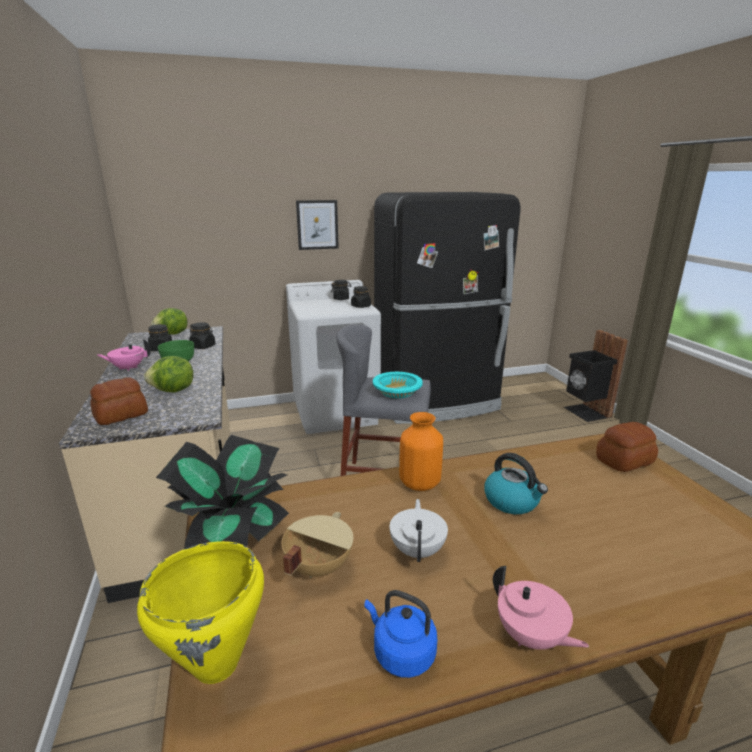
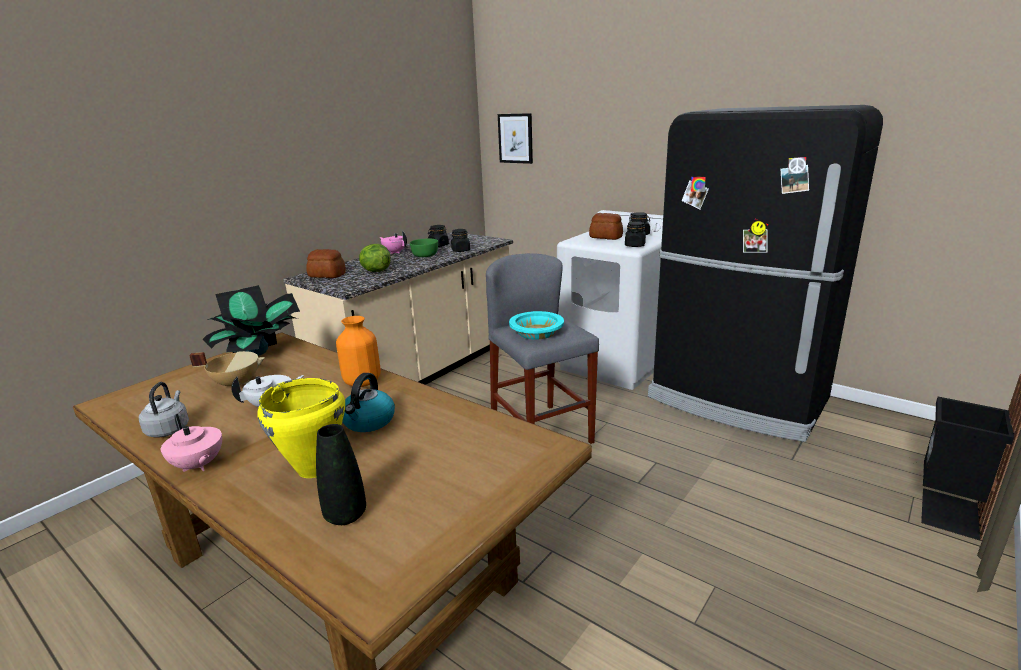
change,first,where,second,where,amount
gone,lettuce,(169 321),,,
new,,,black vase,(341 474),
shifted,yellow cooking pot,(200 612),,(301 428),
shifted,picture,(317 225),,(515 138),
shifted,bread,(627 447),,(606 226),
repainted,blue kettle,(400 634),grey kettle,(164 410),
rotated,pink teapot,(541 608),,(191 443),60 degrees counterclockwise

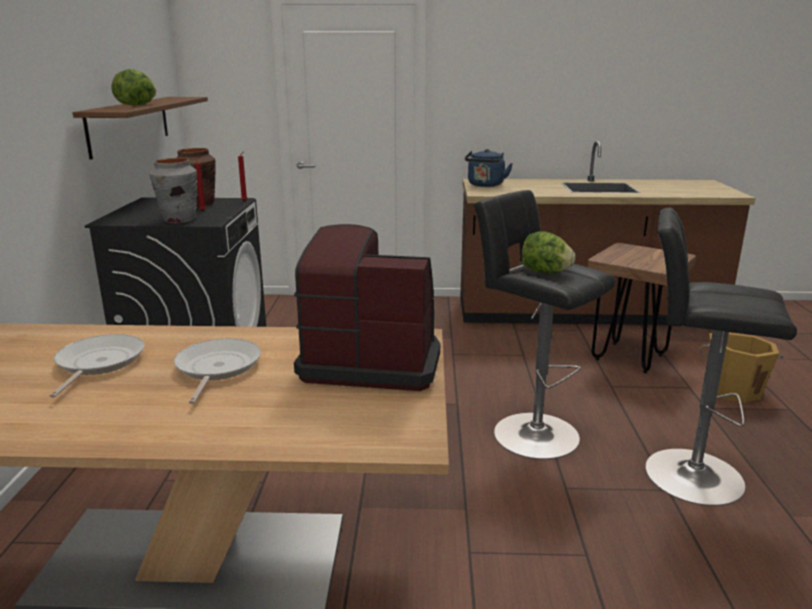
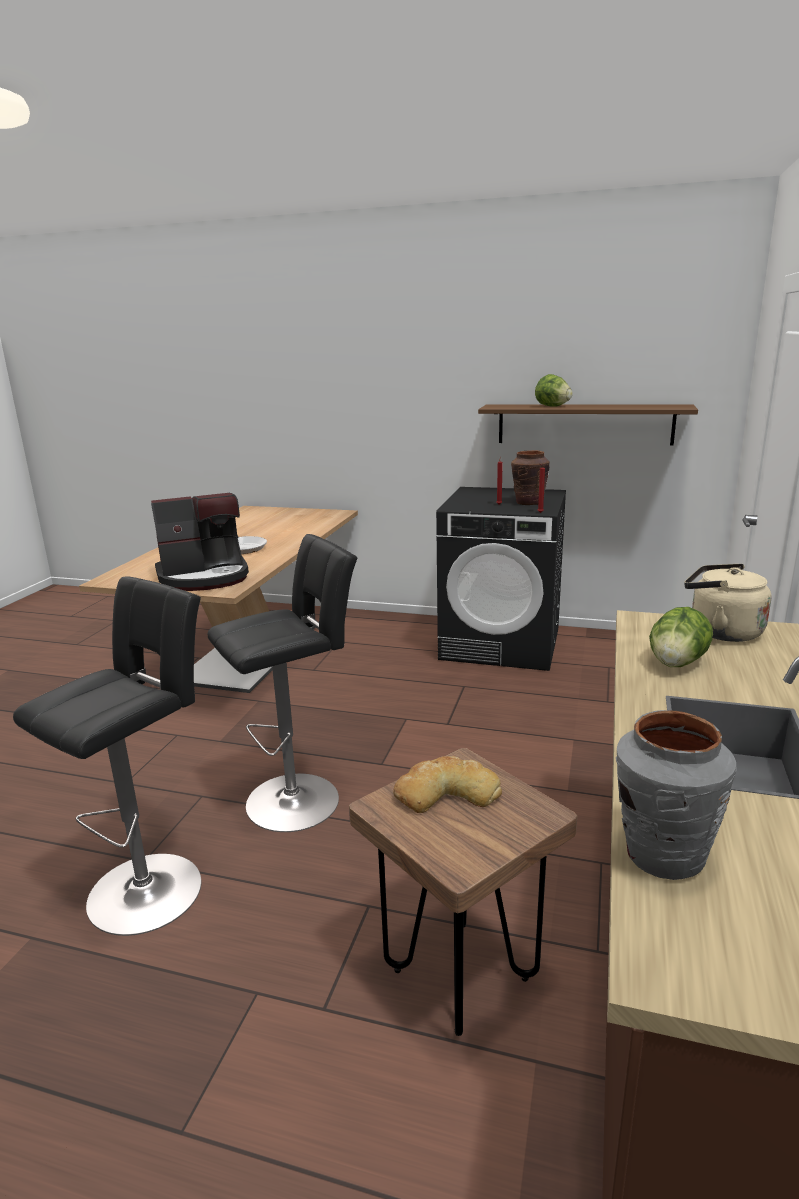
change,first,where,second,where,amount
gone,frying pan,(97 366),,,
gone,orange bucket,(741 368),,,
new,,,bread,(447 784),
shifted,grey vase,(173 190),,(676 795),
shifted,lettuce,(548 252),,(681 637),
repainted,blue kettle,(489 168),beige kettle,(727 603),
rotated,coffee machine,(367 307),,(200 542),45 degrees clockwise

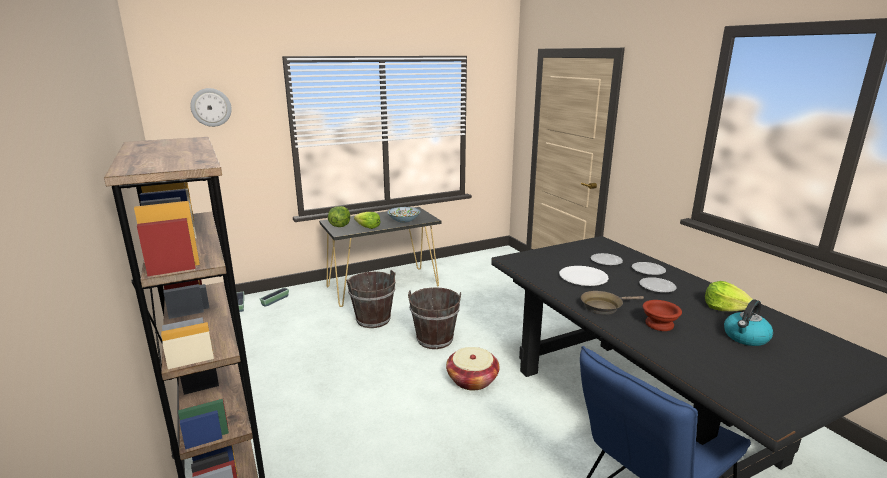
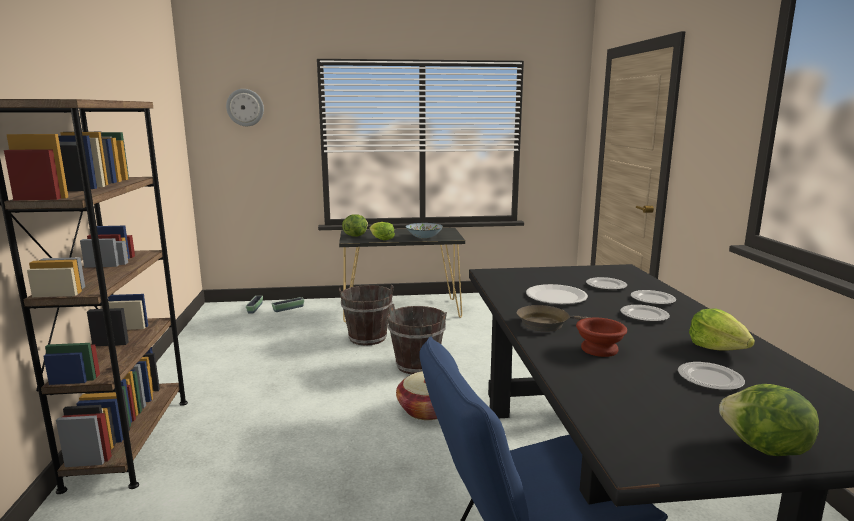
change,first,where,second,where,amount
new,,,lettuce,(769 420),
swapped,kettle,(748 322),plate,(711 376),

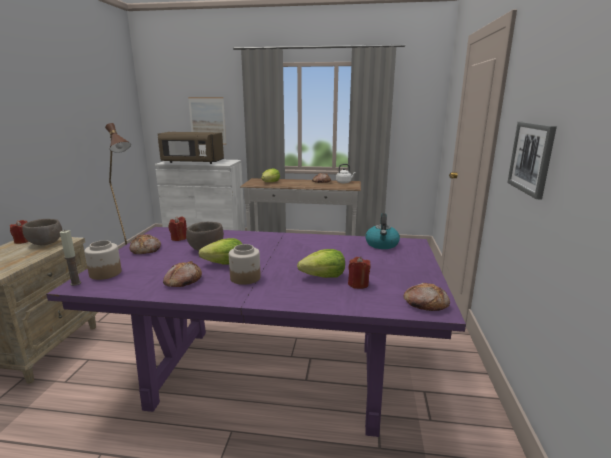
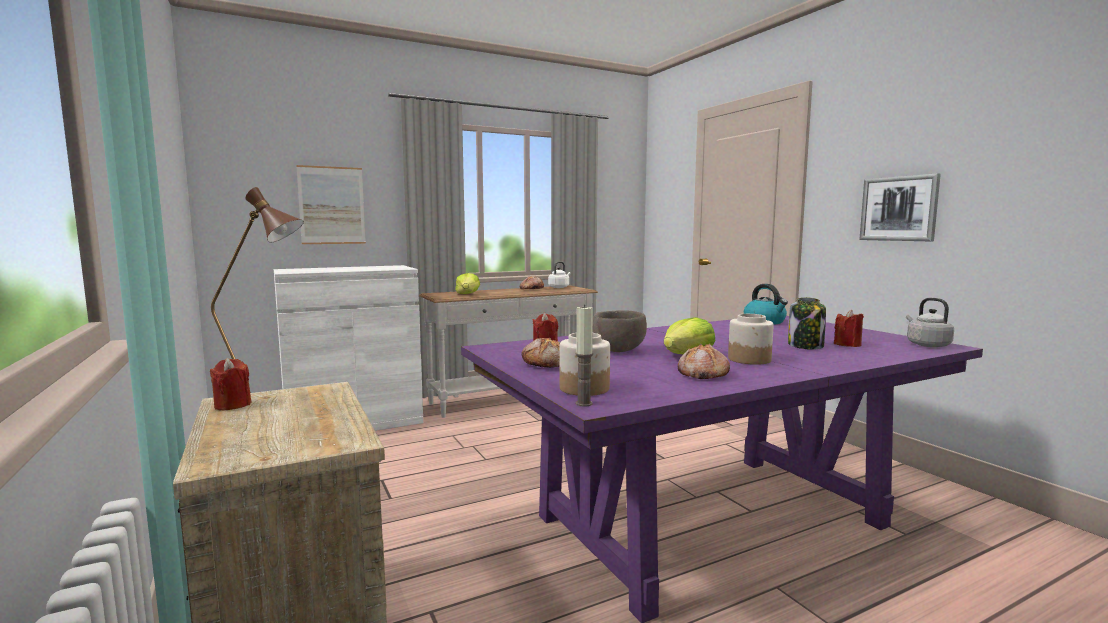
change,first,where,second,where,amount
gone,brown bowl,(42 232),,,
gone,brown microwave,(191 148),,,
swapped,lettuce,(321 263),jar,(807 323),
swapped,bread,(426 297),grey kettle,(930 322),

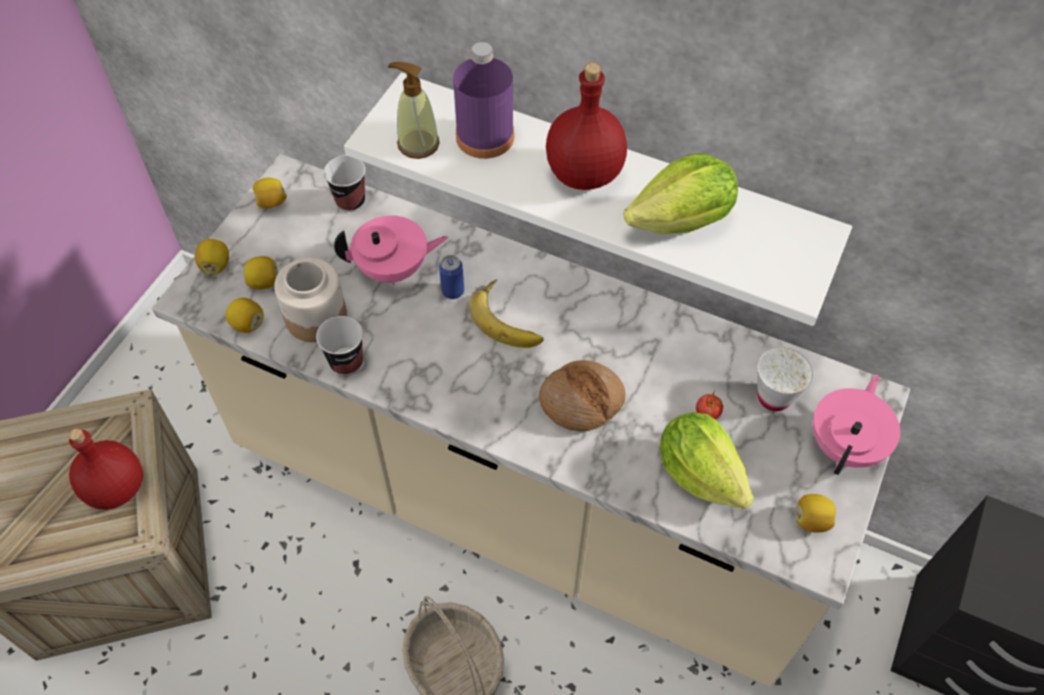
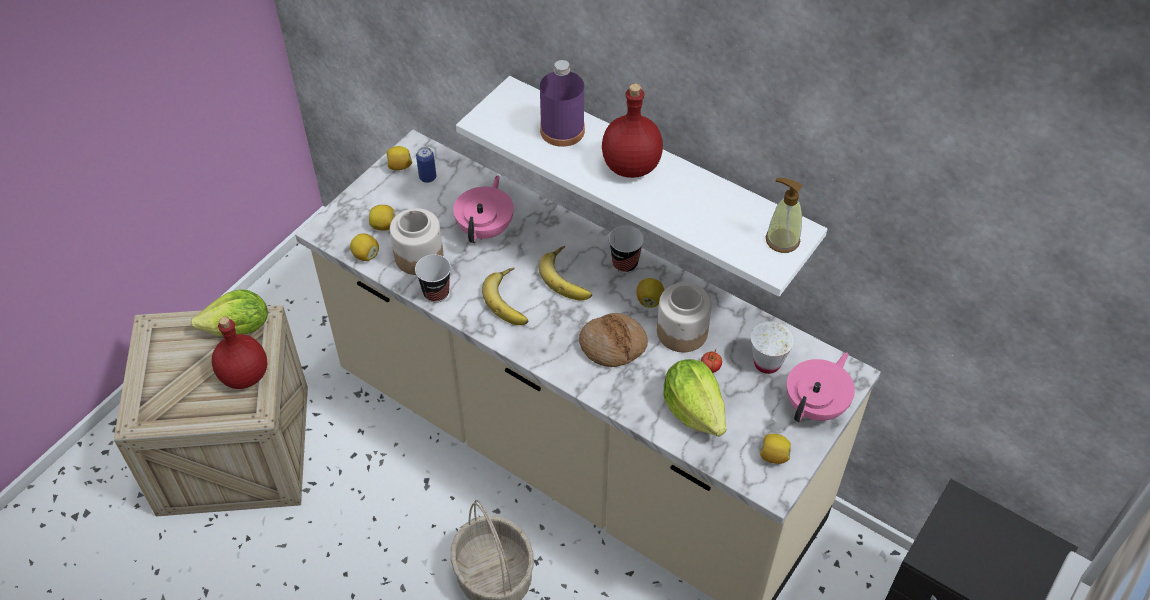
change,first,where,second,where,amount
new,,,banana,(505 296),
new,,,jar,(684 317),
shifted,lemon,(212 256),,(650 293),
shifted,cup,(344 184),,(626 249),
shifted,soap dispenser,(414 110),,(784 215),
shifted,can,(451 277),,(426 165),
shifted,lettuce,(681 193),,(229 312),
rotated,pink teapot,(391 250),,(483 209),75 degrees counterclockwise

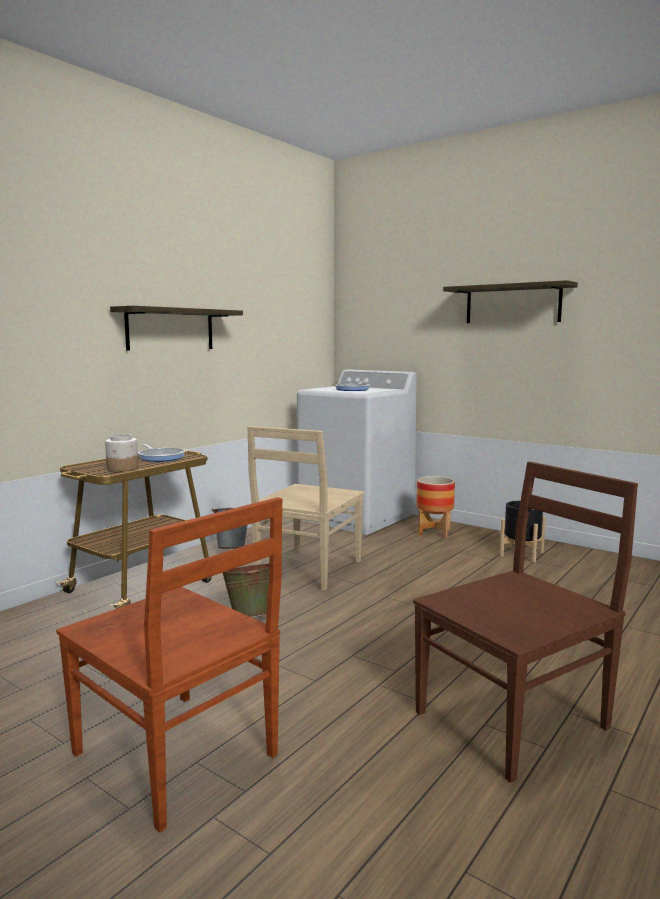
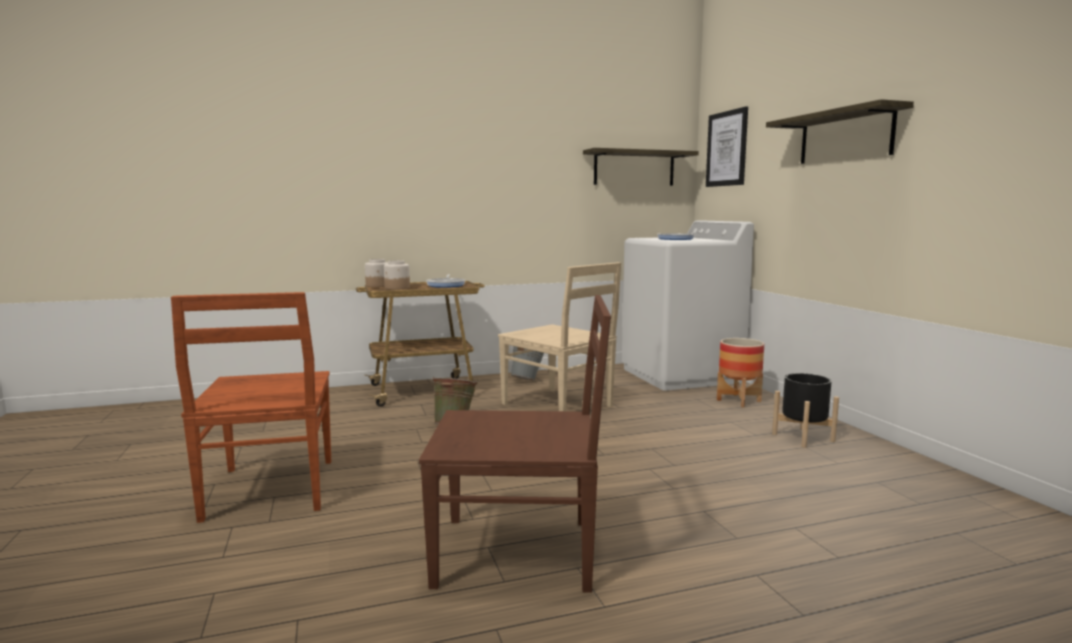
change,first,where,second,where,amount
new,,,jar,(376 273),
new,,,picture,(727 147),
shifted,shelf,(176 328),,(641 167),
rotated,beige chair,(305 508),,(559 336),105 degrees counterclockwise

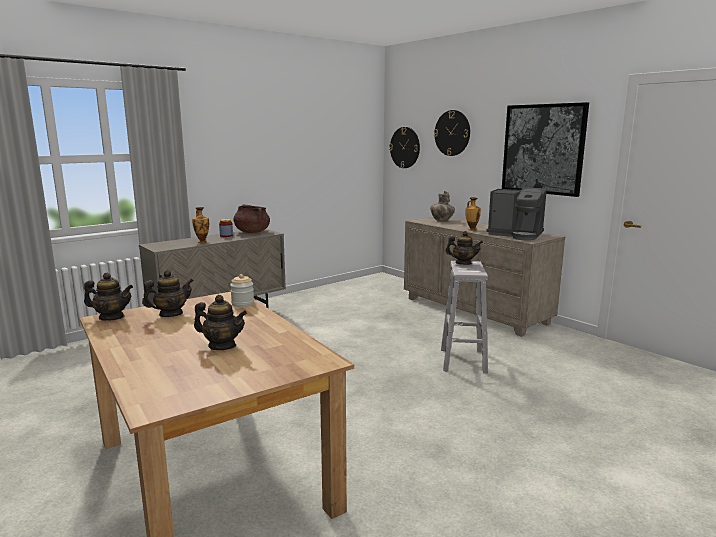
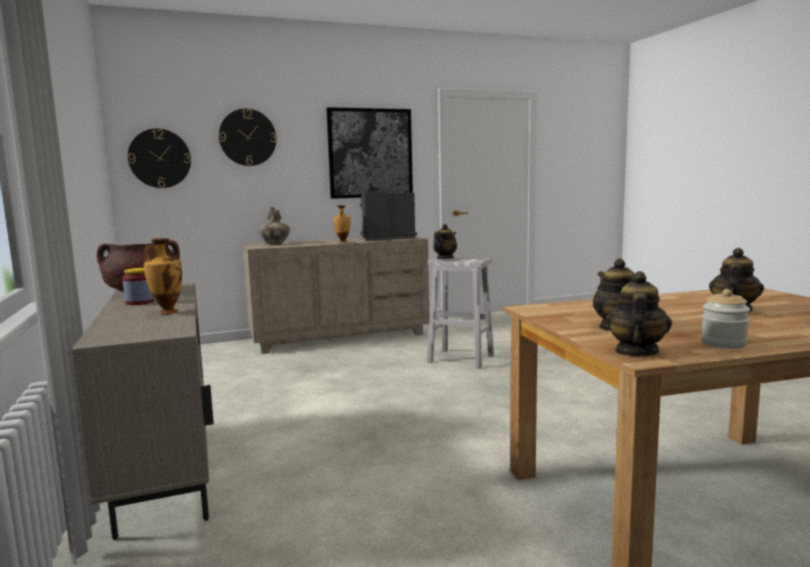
change,first,where,second,where,amount
shifted,jar,(242 290),,(725 319),
rotated,coffee machine,(516 213),,(388 216),150 degrees counterclockwise

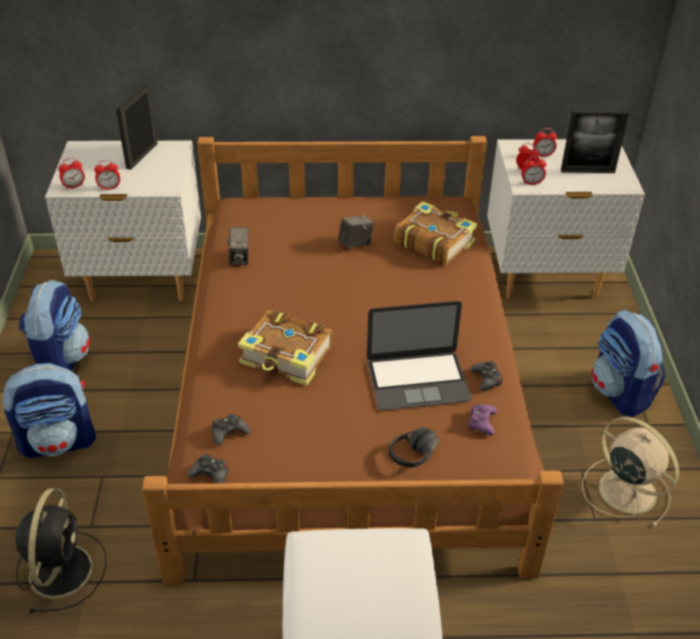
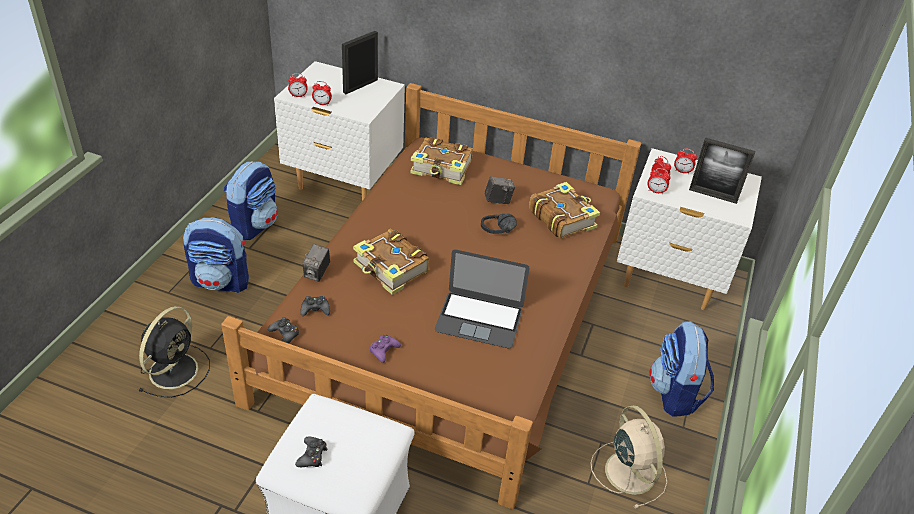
change,first,where,second,where,amount
new,,,book,(441 161),
shifted,photo camera,(237 246),,(316 263),
shifted,black headphones,(414 447),,(499 224),
shifted,purple game controller,(482 419),,(385 349),
shifted,black game controller,(486 376),,(311 452),

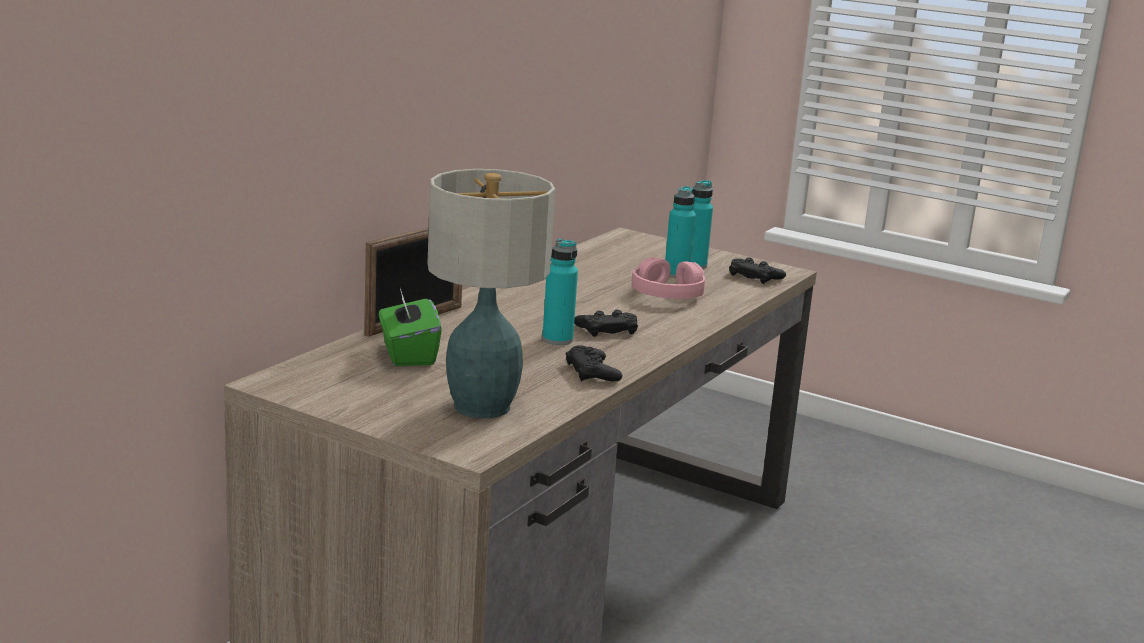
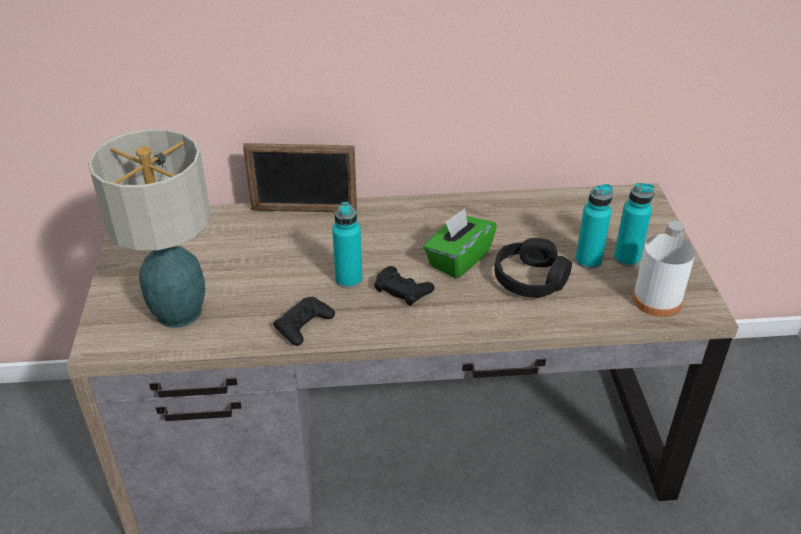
change,first,where,second,where,amount
shifted,green tissue box,(410 327),,(460 243),
swapped,black game controller,(757 270),white bottle,(663 268),
repainted,pink headphones,(668 278),black headphones,(533 268),

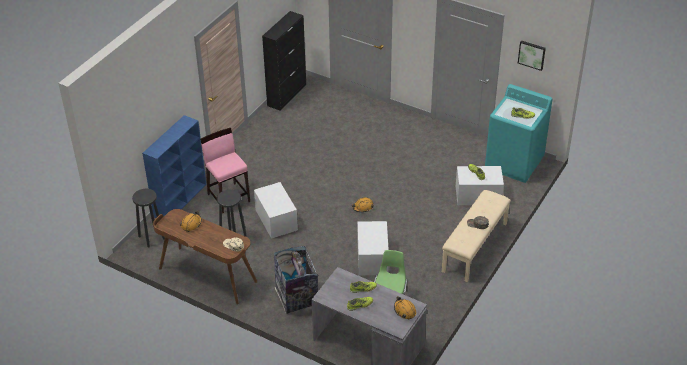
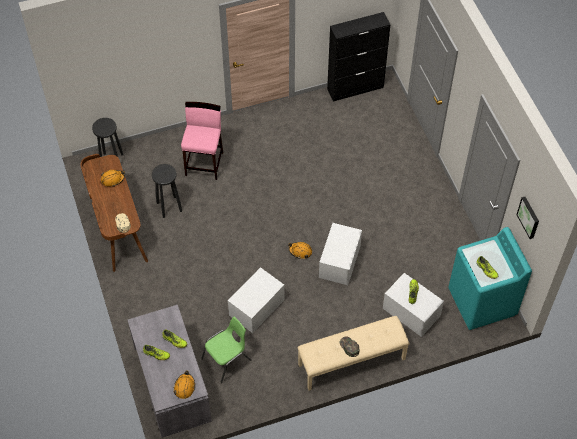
change,first,where,second,where,amount
gone,blue bookcase,(174 166),,,
gone,trash can,(296 280),,,
shifted,white storage box,(276 210),,(340 254),

